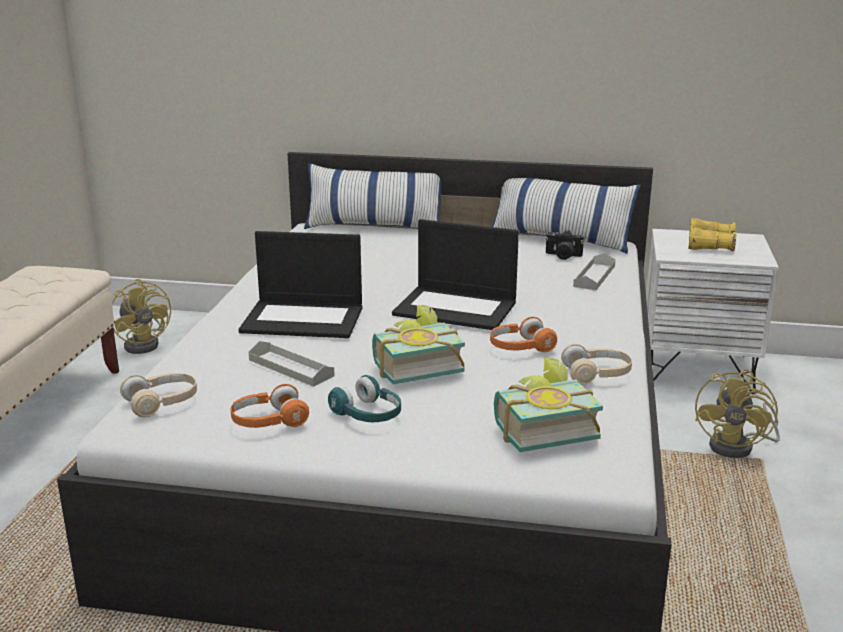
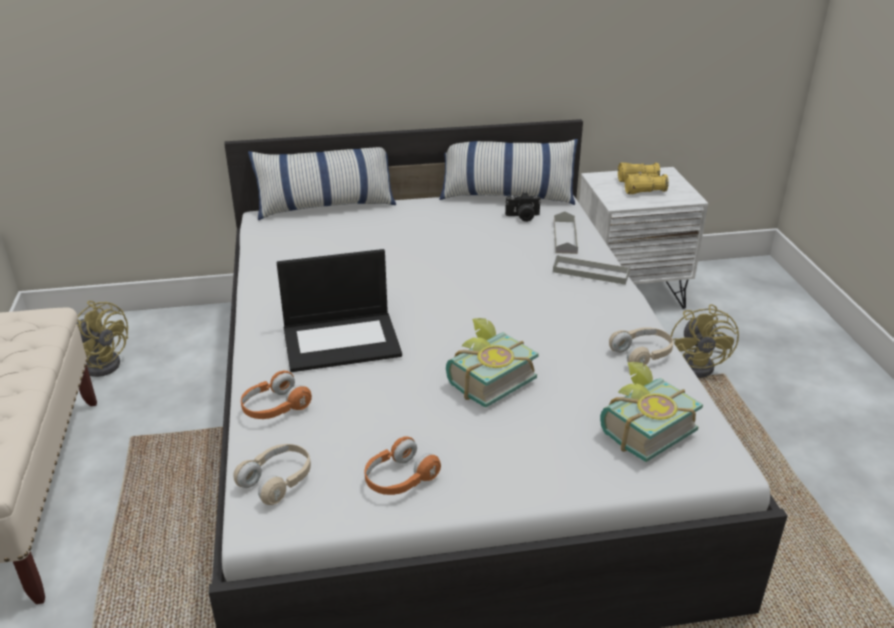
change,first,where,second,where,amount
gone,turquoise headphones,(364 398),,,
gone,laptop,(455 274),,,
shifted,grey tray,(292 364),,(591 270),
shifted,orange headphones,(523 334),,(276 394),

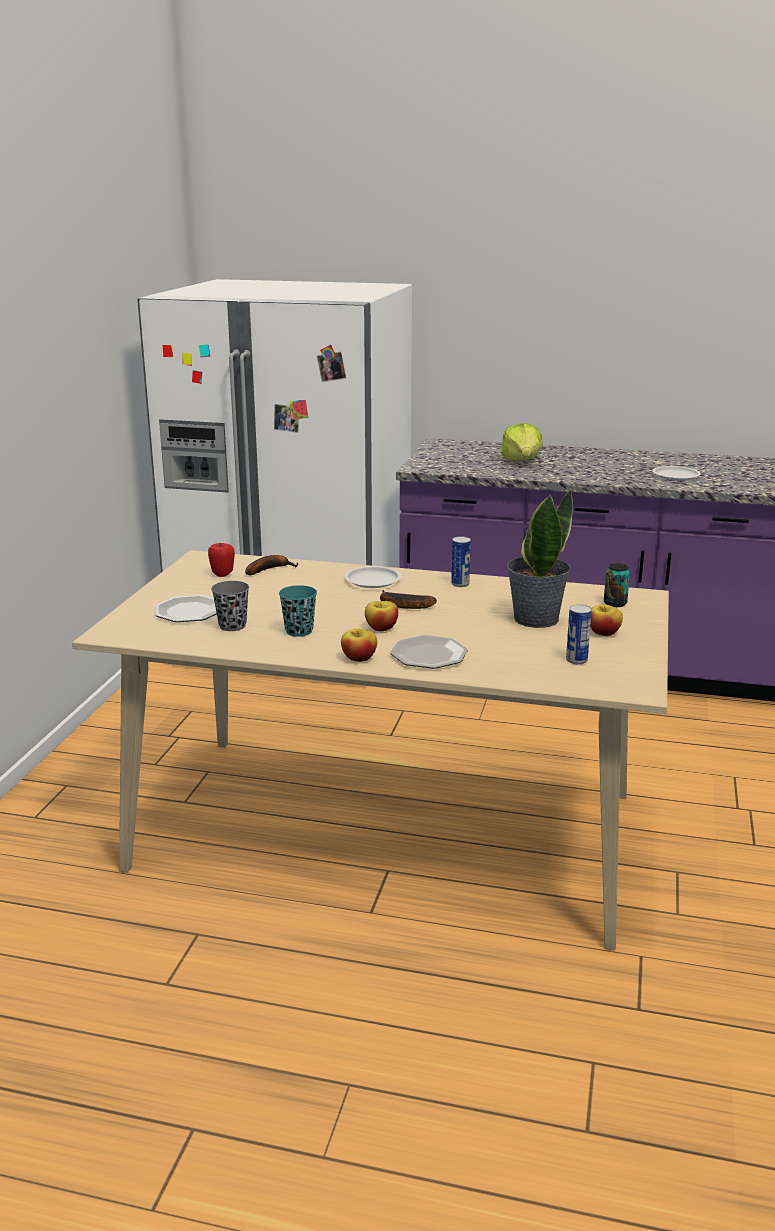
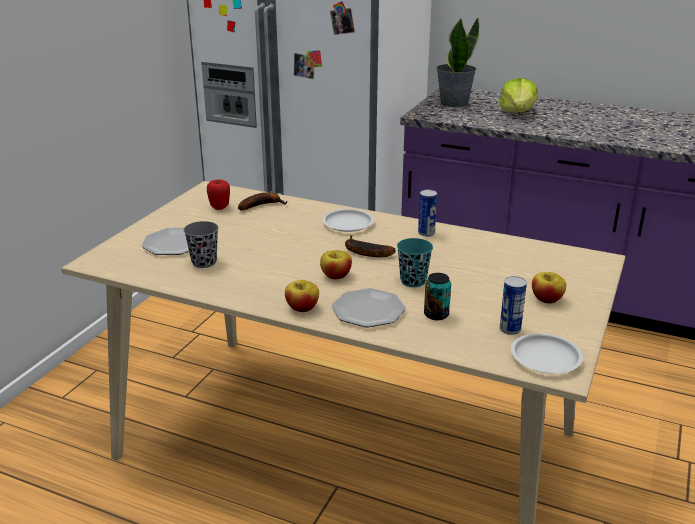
change,first,where,second,where,amount
shifted,turquoise cup,(298 611),,(415 262),
shifted,potted plant,(540 558),,(458 62),
shifted,can,(617 585),,(437 296),
shifted,white plate,(676 473),,(547 353),

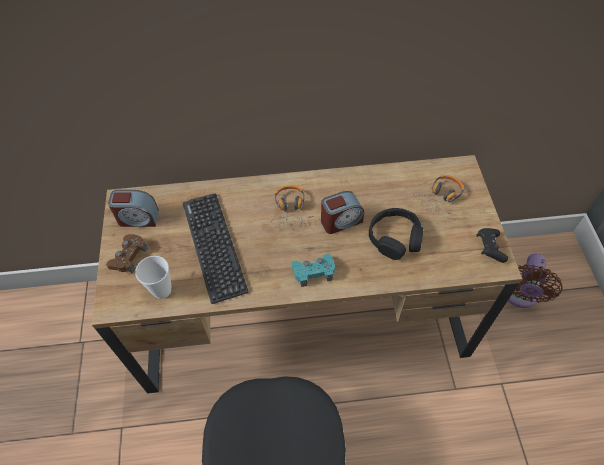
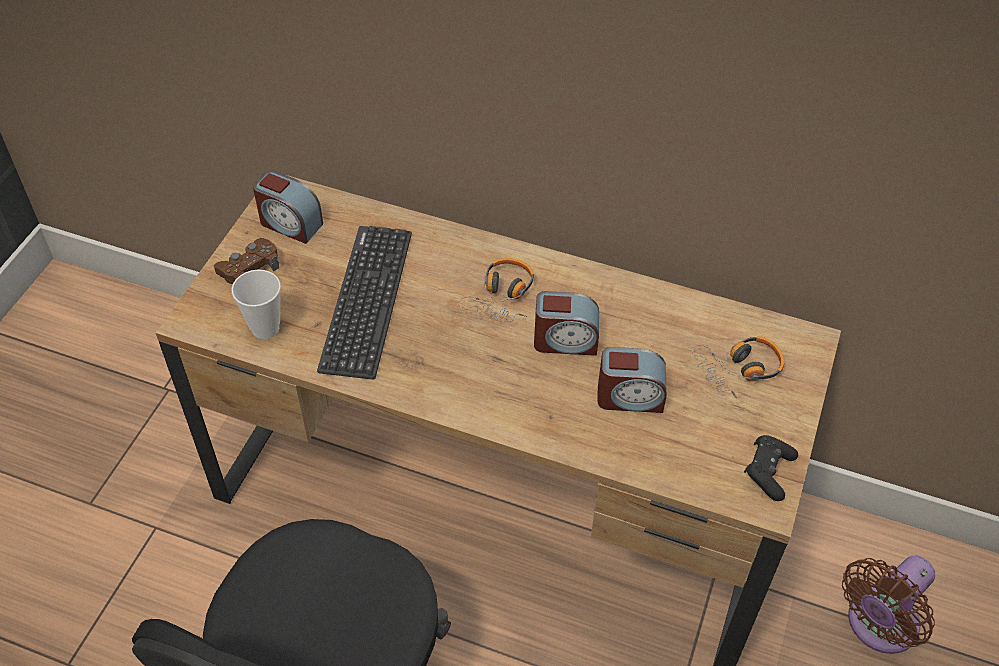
change,first,where,second,where,amount
gone,turquoise game controller,(313 270),,,
swapped,black headphones,(396 234),alarm clock,(632 380),

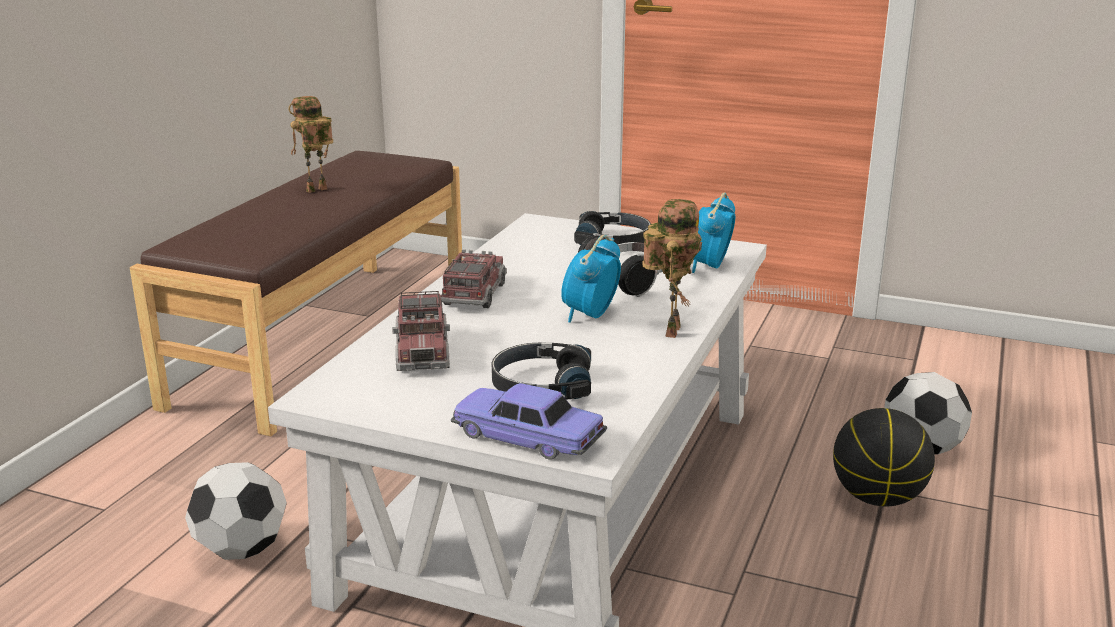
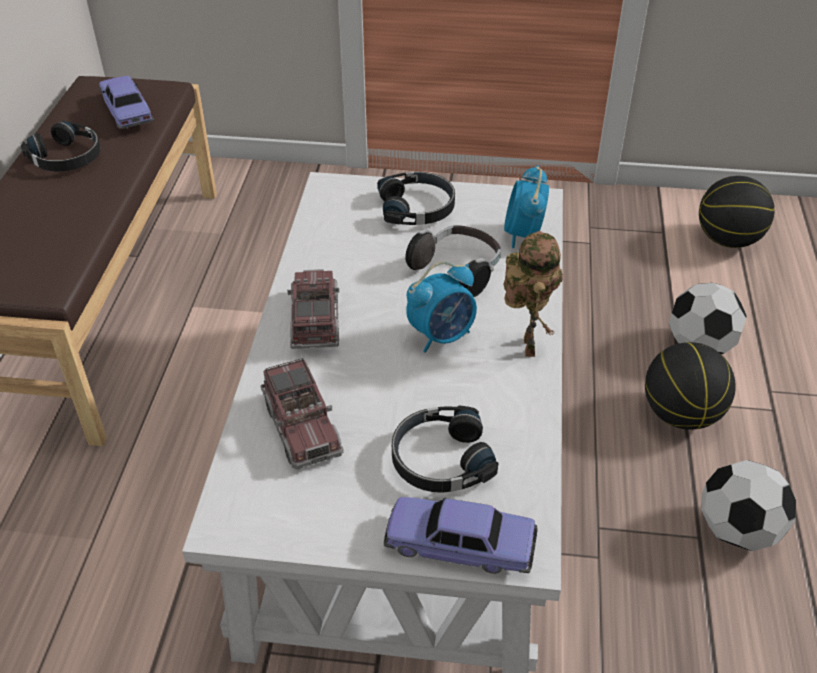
change,first,where,second,where,amount
new,,,toy car,(126 102),
new,,,basketball,(737 212),
shifted,football,(236 511),,(748 505),
swapped,toy robot,(310 144),black headphones,(61 146),
rotated,alarm clock,(591 279),,(441 307),135 degrees counterclockwise

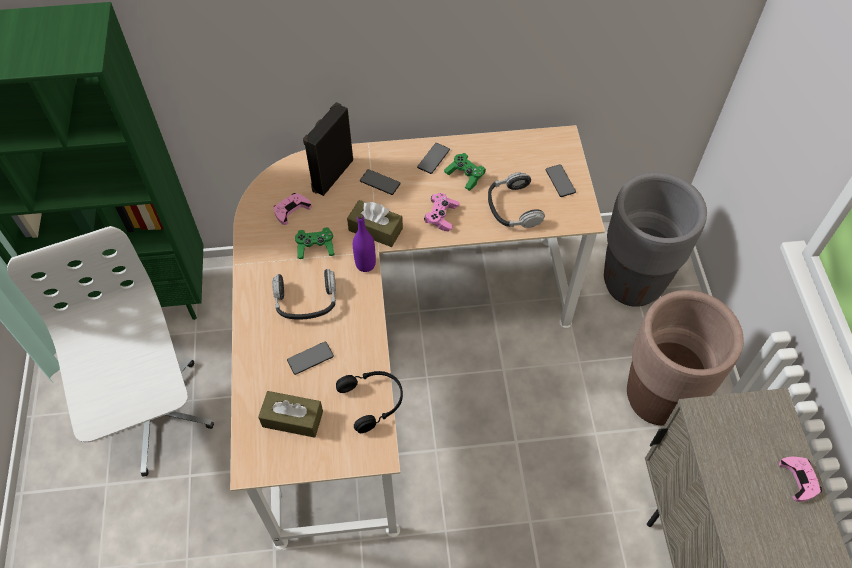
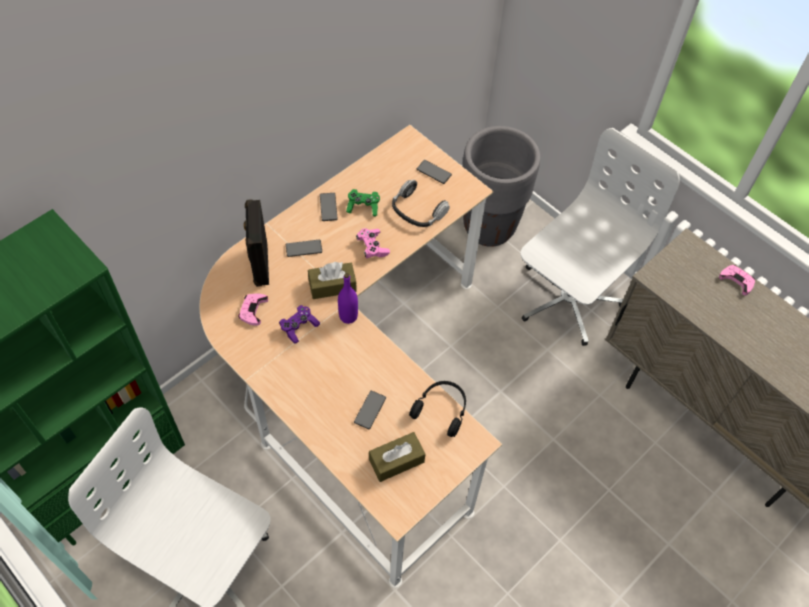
change,first,where,second,where,amount
gone,headphones,(304 294),,,
swapped,brown planter,(685 357),white office chair,(600 237),
repainted,green game controller,(314 243),purple game controller,(299 324),

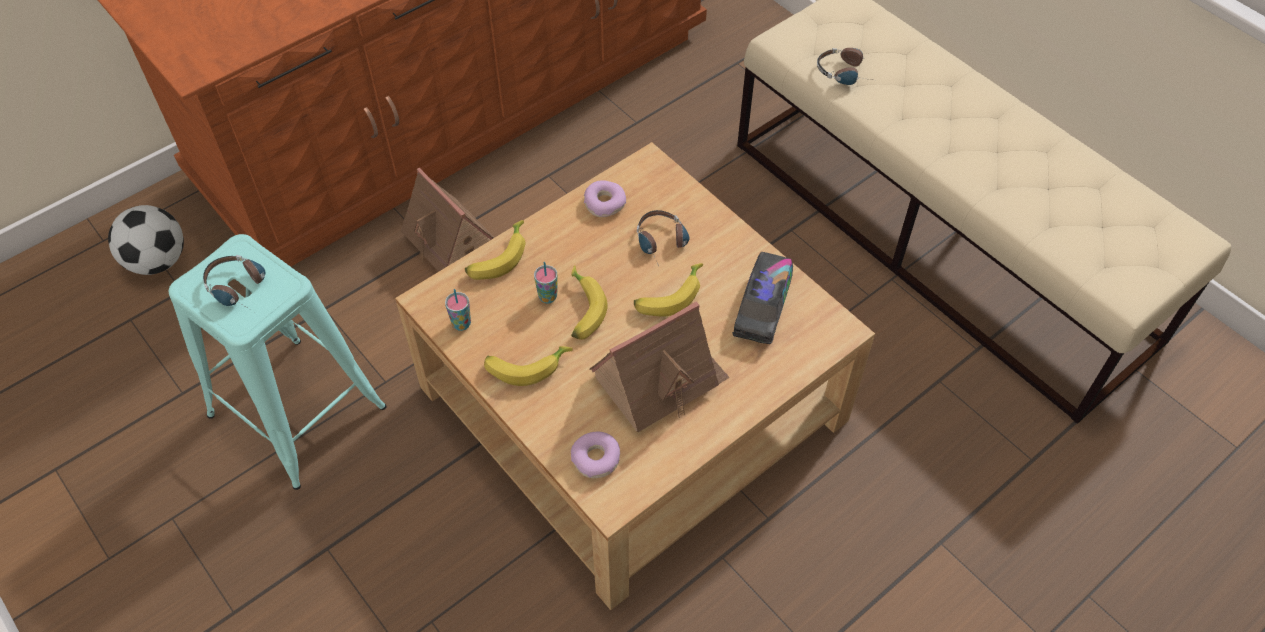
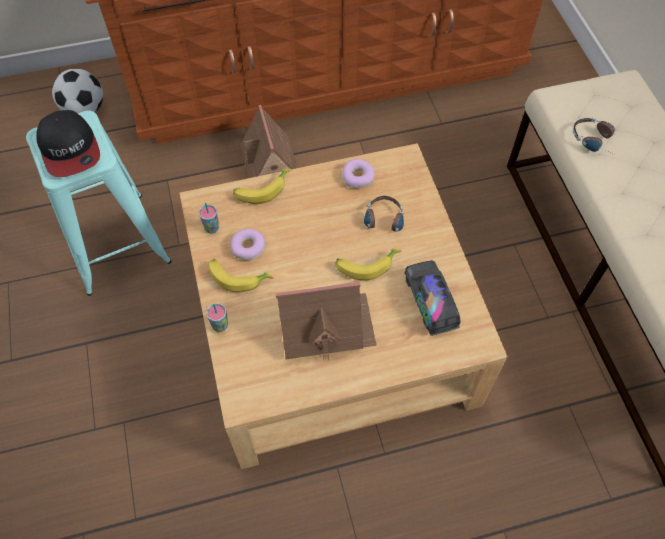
change,first,where,second,where,amount
gone,banana,(589 302),,,
shifted,cup,(546 282),,(217 317),
shifted,donut,(595 454),,(248 244),
swapped,headphones,(234 282),cap,(68 143),
rotated,toy truck,(762 298),,(432 298),120 degrees clockwise

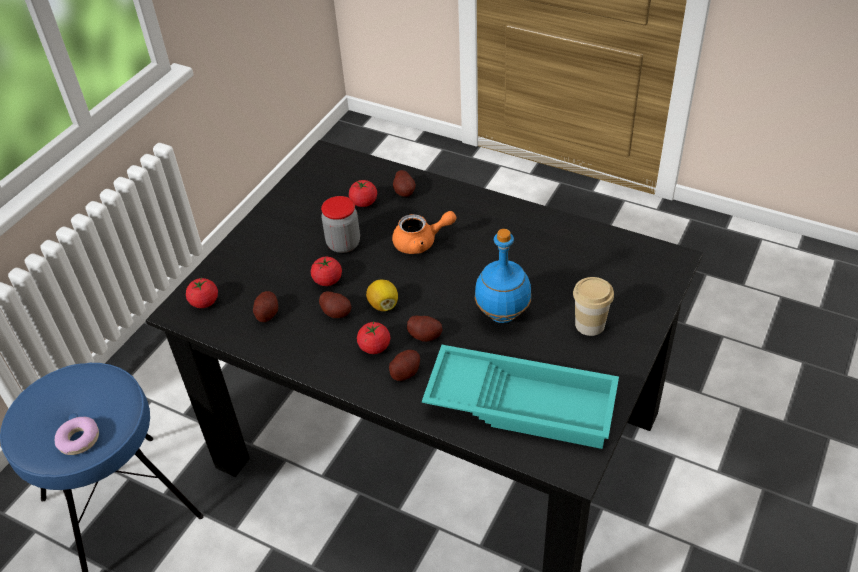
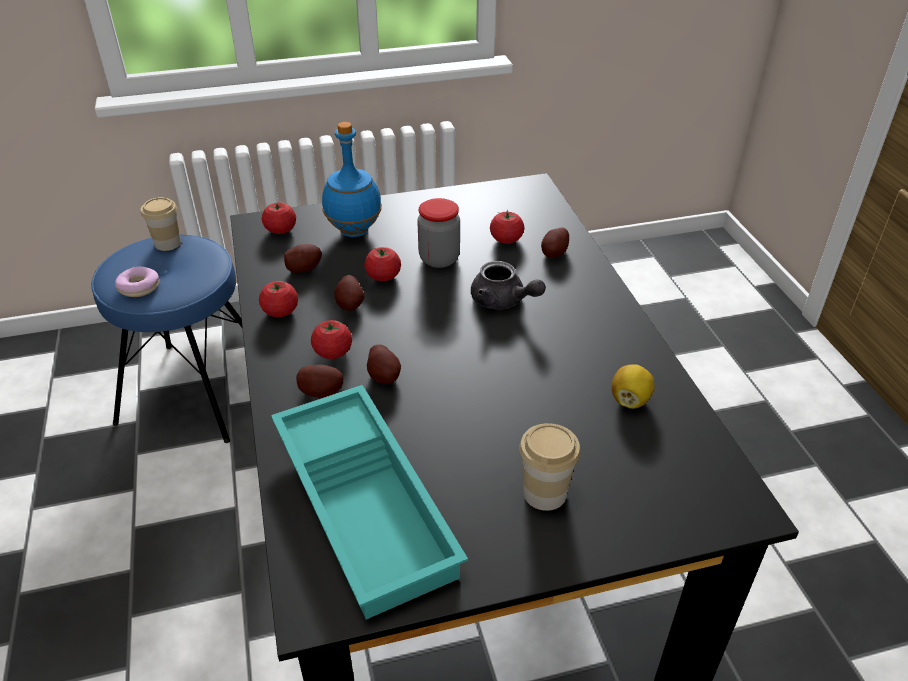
change,first,where,second,where,amount
new,,,cup,(161 224),
new,,,tomato,(278 299),
shifted,lemon,(382 295),,(633 386),
shifted,blue bottle,(503 276),,(352 179),
repainted,orange teapot,(424 232),grey teapot,(508 285),

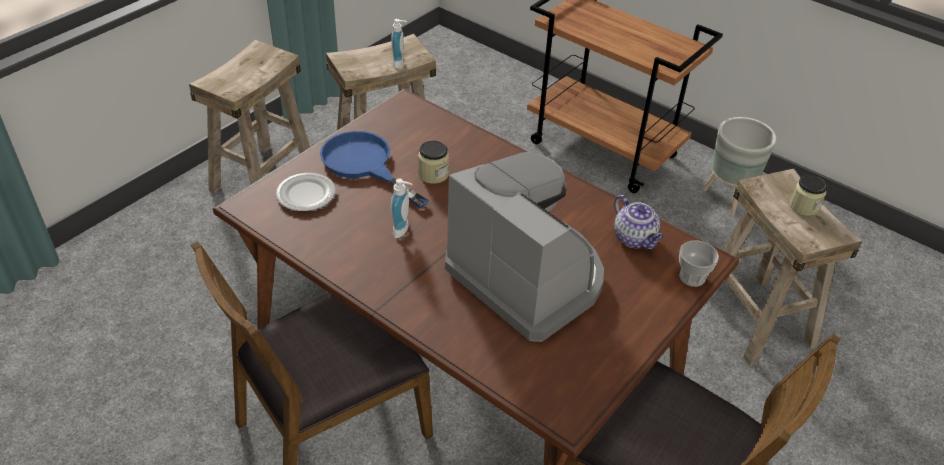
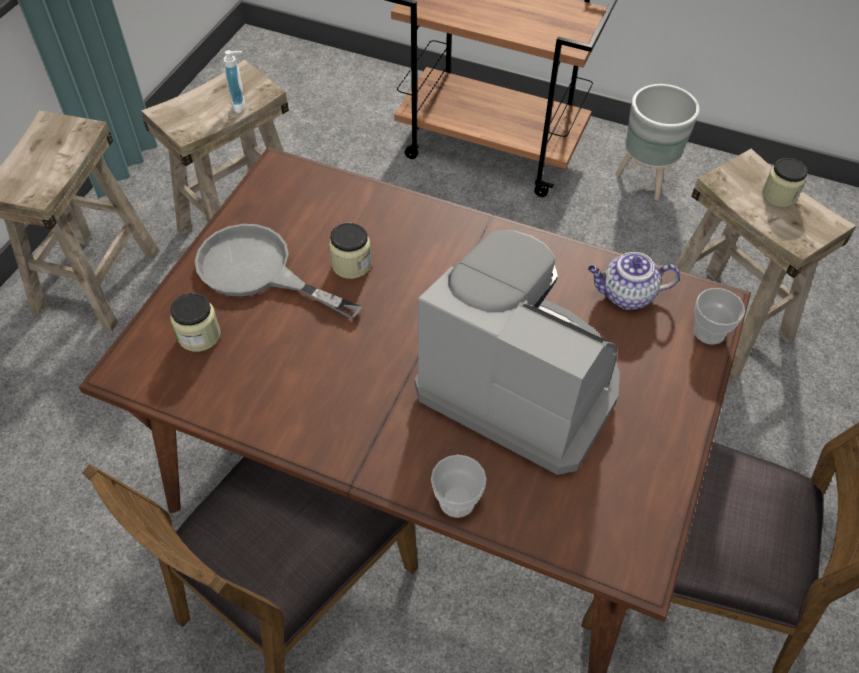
change,first,where,second,where,amount
gone,soap dispenser,(401 208),,,
new,,,cup,(459 486),
swapped,plate,(306 192),jar,(195 322),
repainted,blue frying pan,(374 169),grey frying pan,(278 271),
rotated,teapot,(639 222),,(634 281),135 degrees clockwise

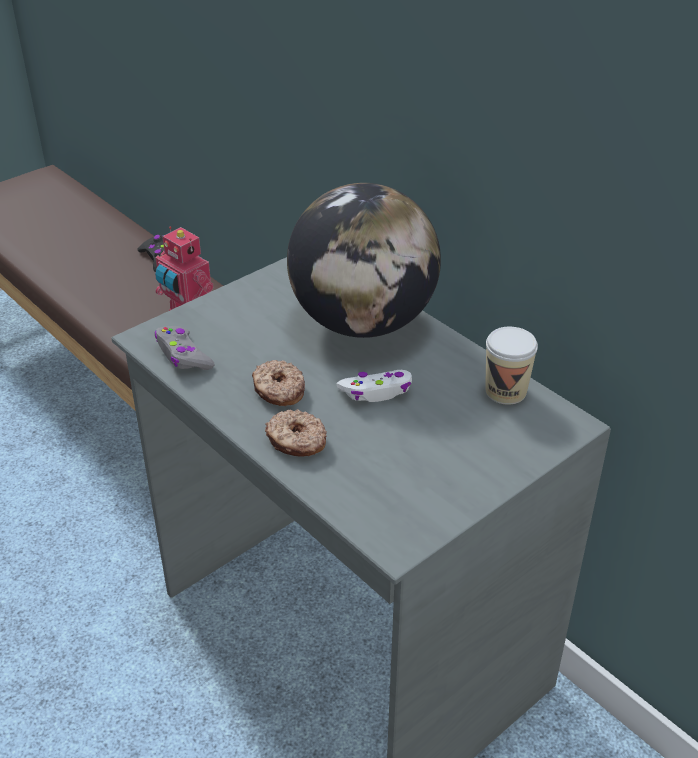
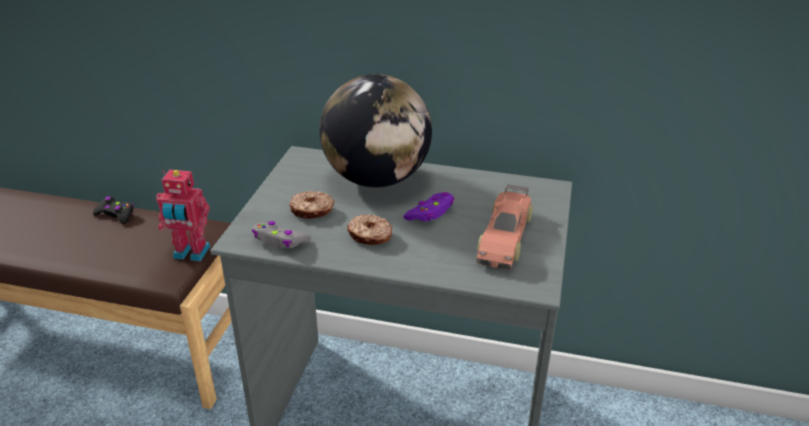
change,first,where,second,where,amount
gone,cup,(511 366),,,
new,,,toy car,(505 227),
shifted,donut,(296 433),,(311 205),
repainted,white game controller,(374 386),purple game controller,(428 206),

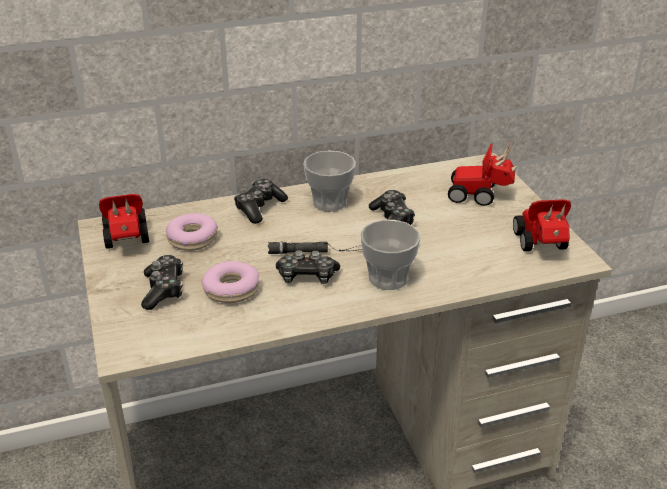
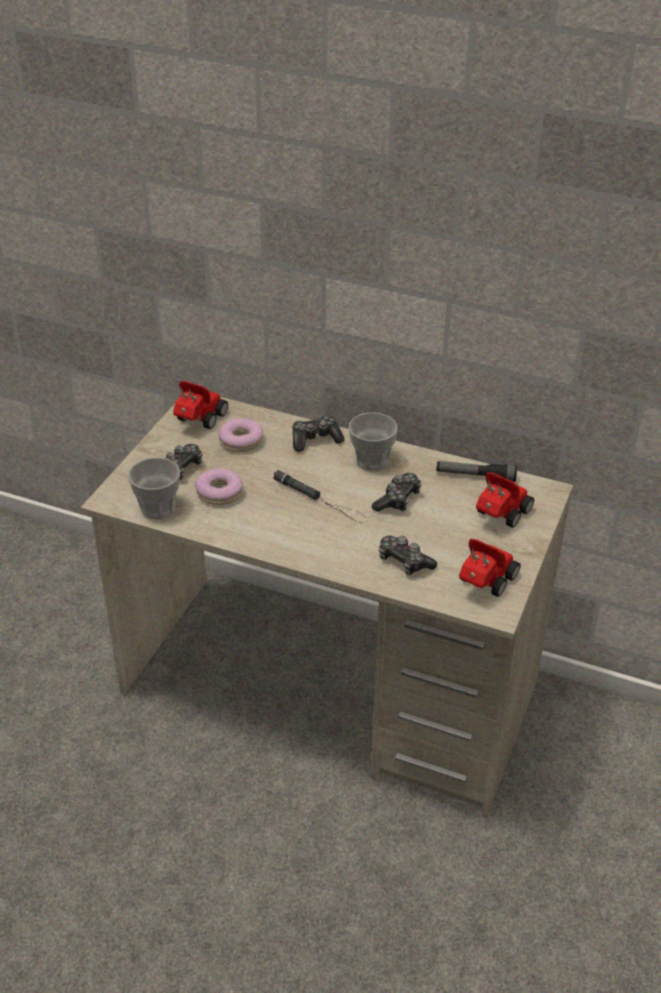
change,first,where,second,where,amount
new,,,flashlight,(476 471),
shifted,game controller,(308 267),,(408 555),
shifted,cup,(390 255),,(154 488),
rotated,toy car,(482 173),,(505 500),75 degrees clockwise

